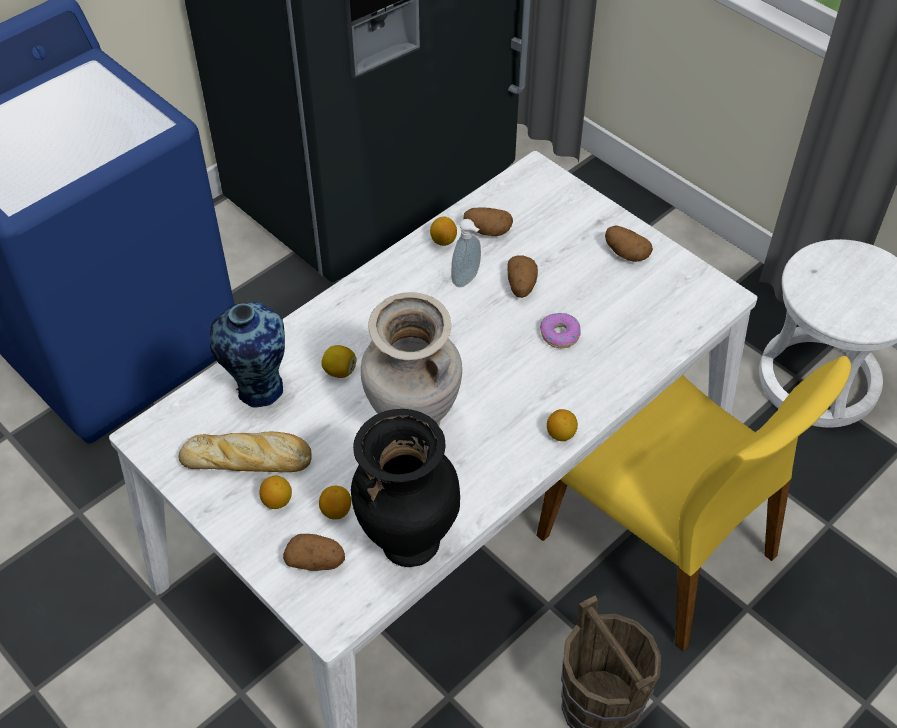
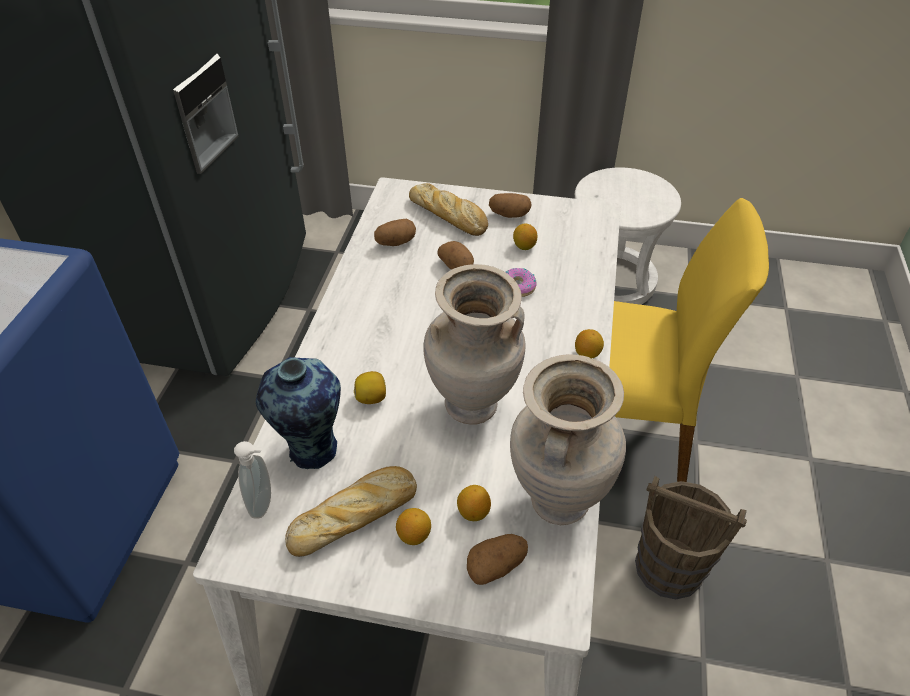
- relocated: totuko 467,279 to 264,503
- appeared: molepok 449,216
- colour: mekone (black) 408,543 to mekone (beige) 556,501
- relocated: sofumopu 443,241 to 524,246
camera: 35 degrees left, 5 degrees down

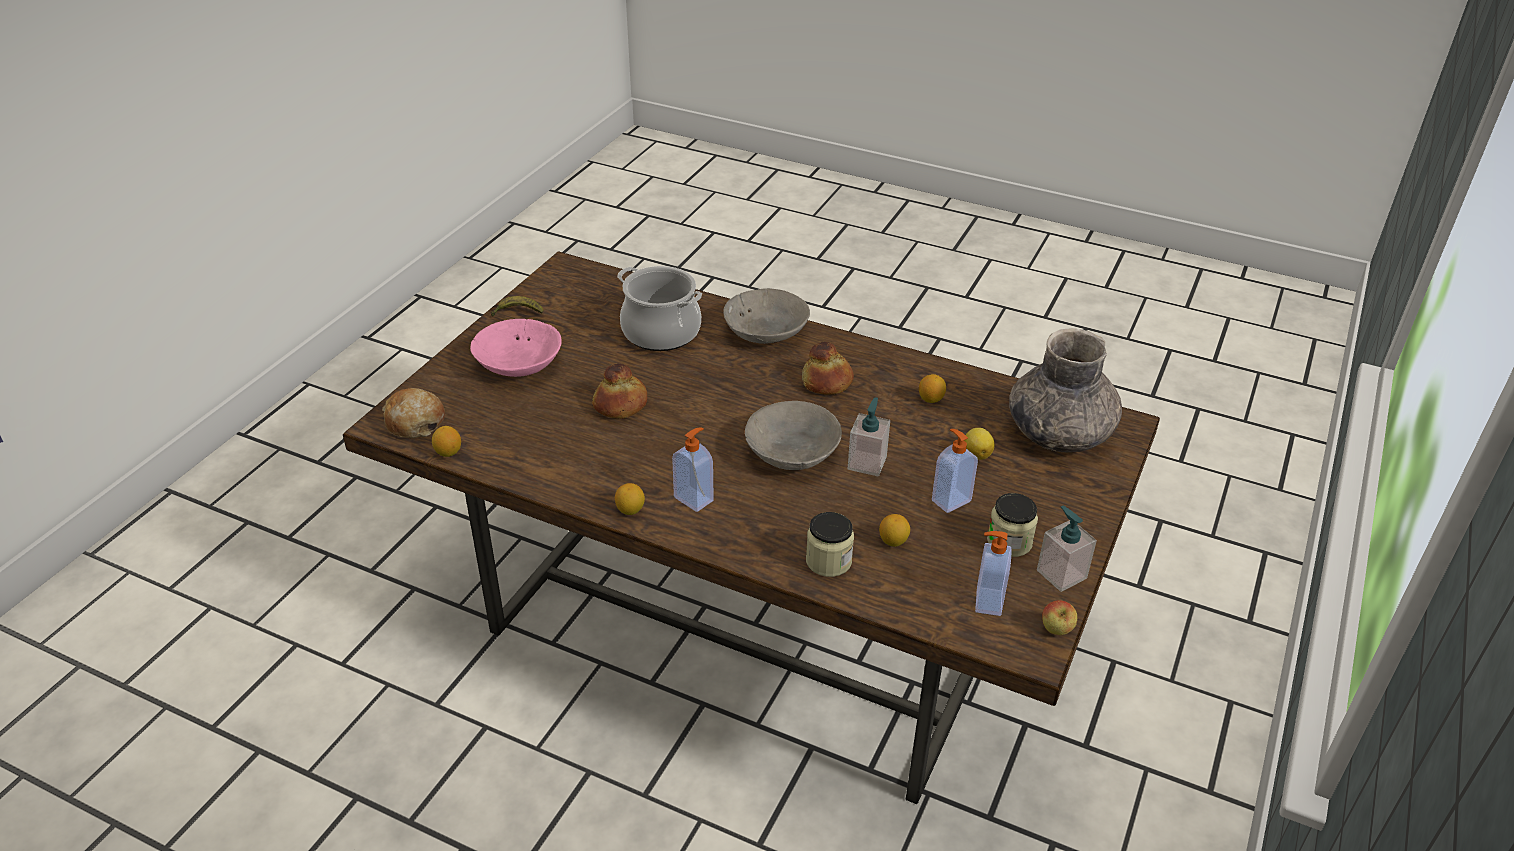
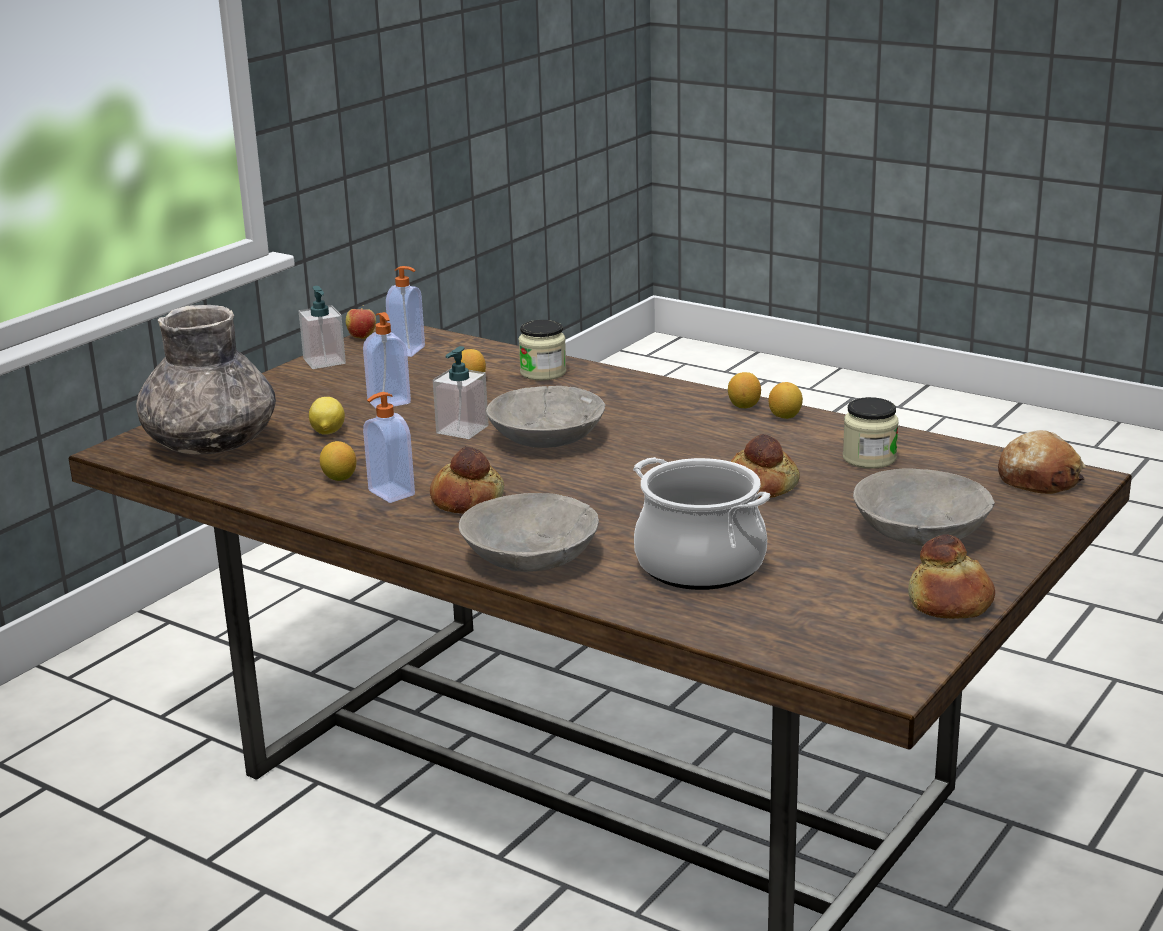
- relocated: totuko 694,498 to 390,493
- relocated: sofumopu 448,452 to 785,416
- relocated: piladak 1009,542 to 869,458
- colour: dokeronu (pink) 520,365 to dokeronu (grey) 918,533
- exchanged: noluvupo 517,312 to molepok 951,602
camera: 170 degrees left, 15 degrees down

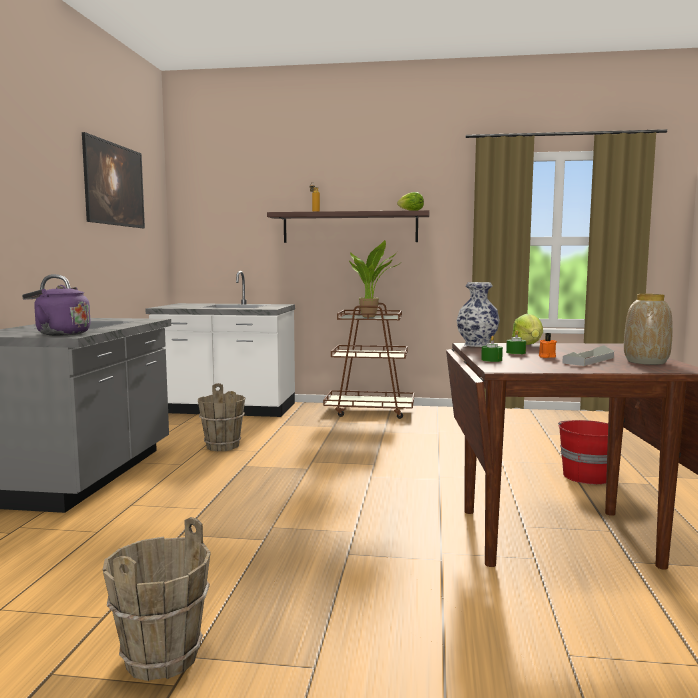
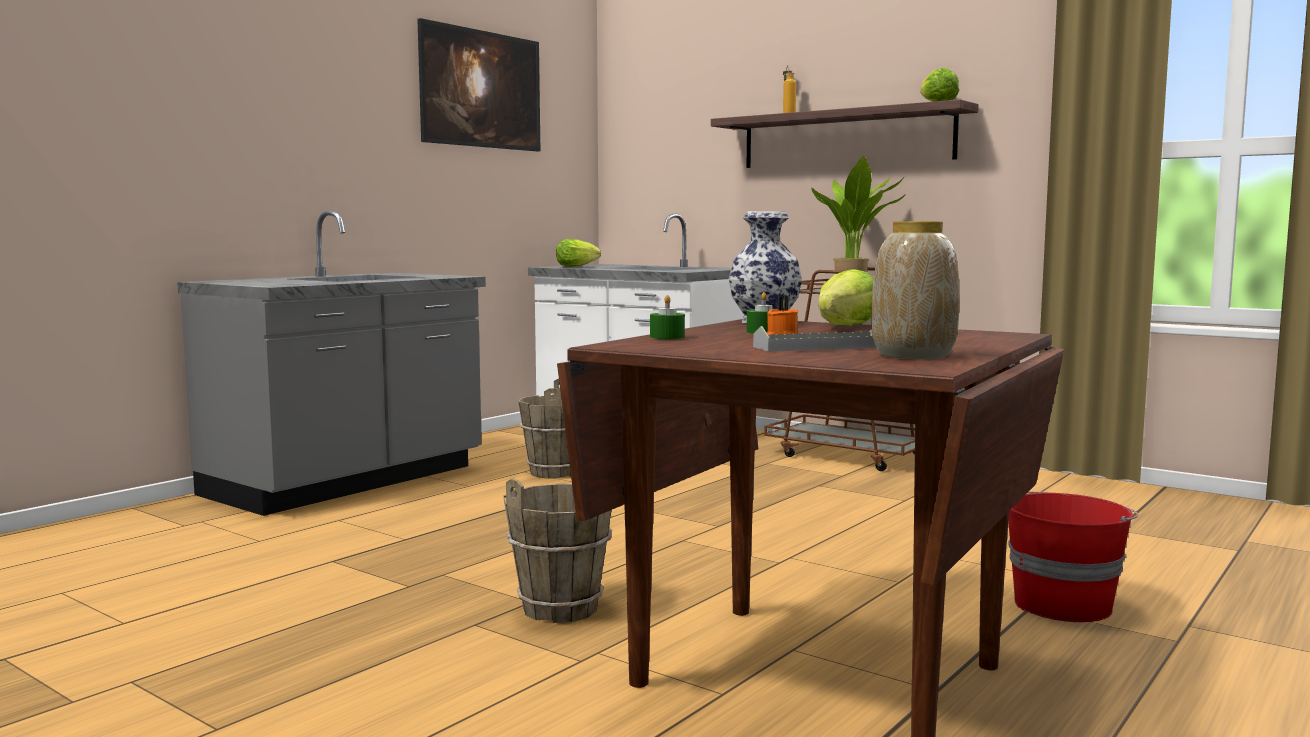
- relocated: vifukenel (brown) 161,658 to 559,608
- appeared: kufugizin 575,266
- missing: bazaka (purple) 60,334
camera: 30 degrees right, 0 degrees up

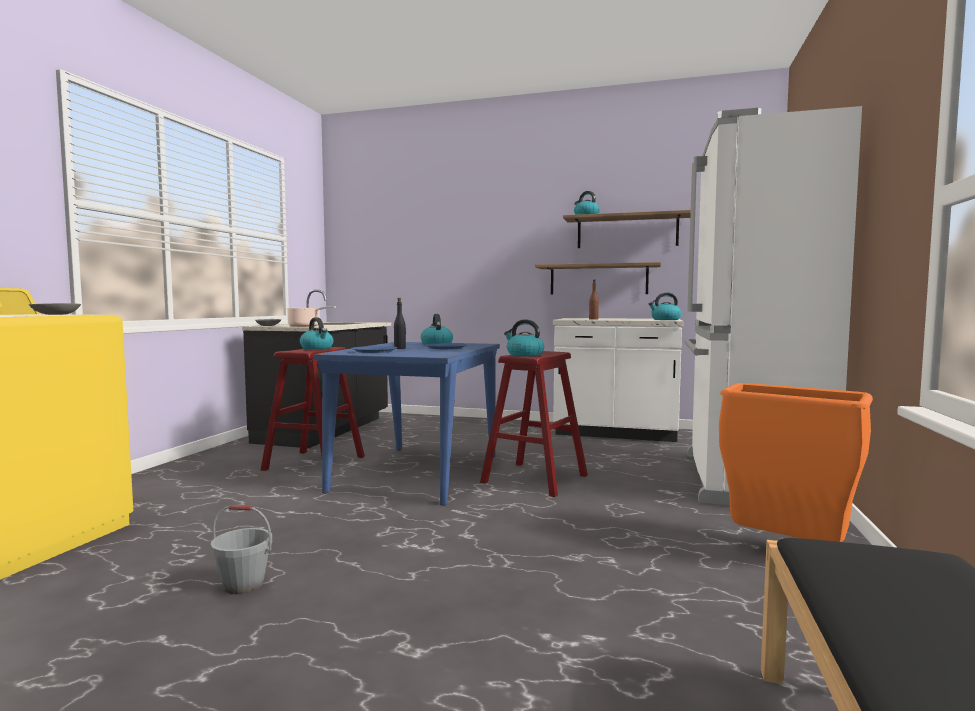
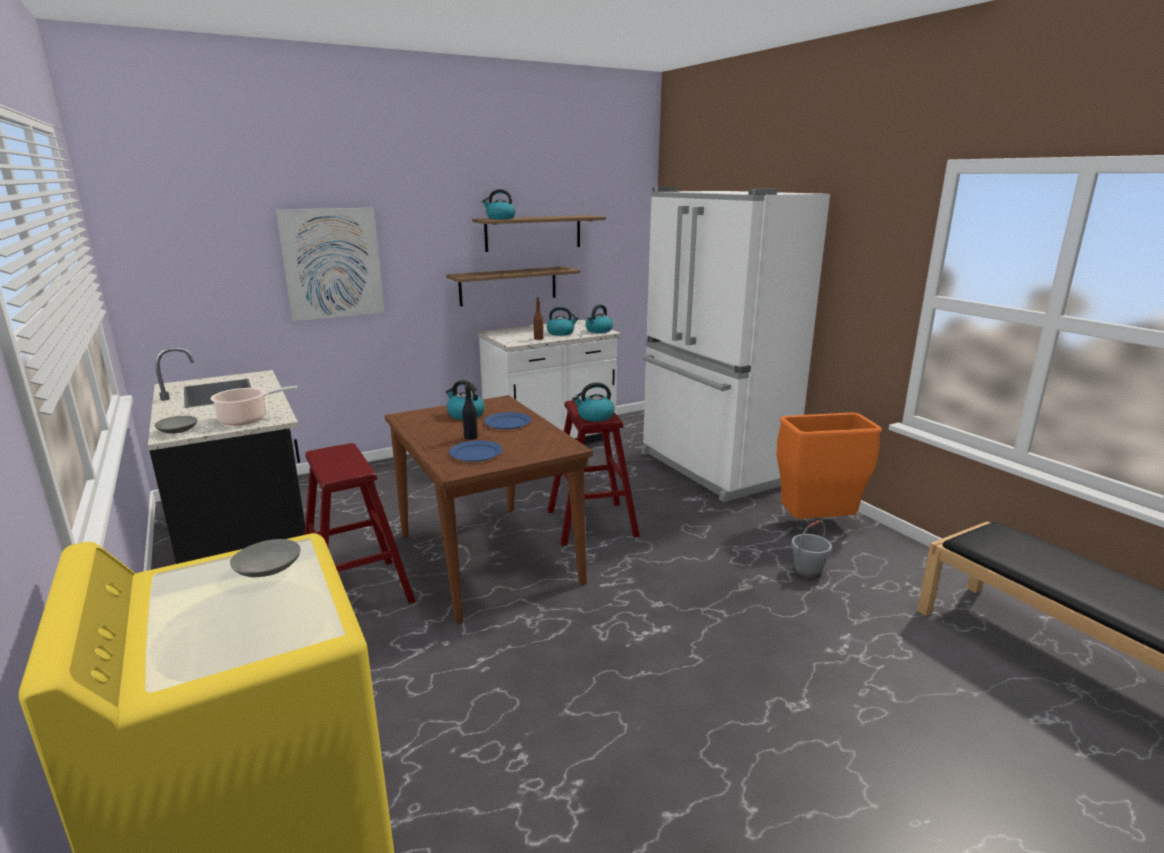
- appeared: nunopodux 332,263
- colour: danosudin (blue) 418,472 to danosudin (brown) 487,557
- relocated: bazaka 317,348 to 561,333
- relocated: vifukenel (grey) 243,585 to 808,571
camera: 45 degrees left, 15 degrees up

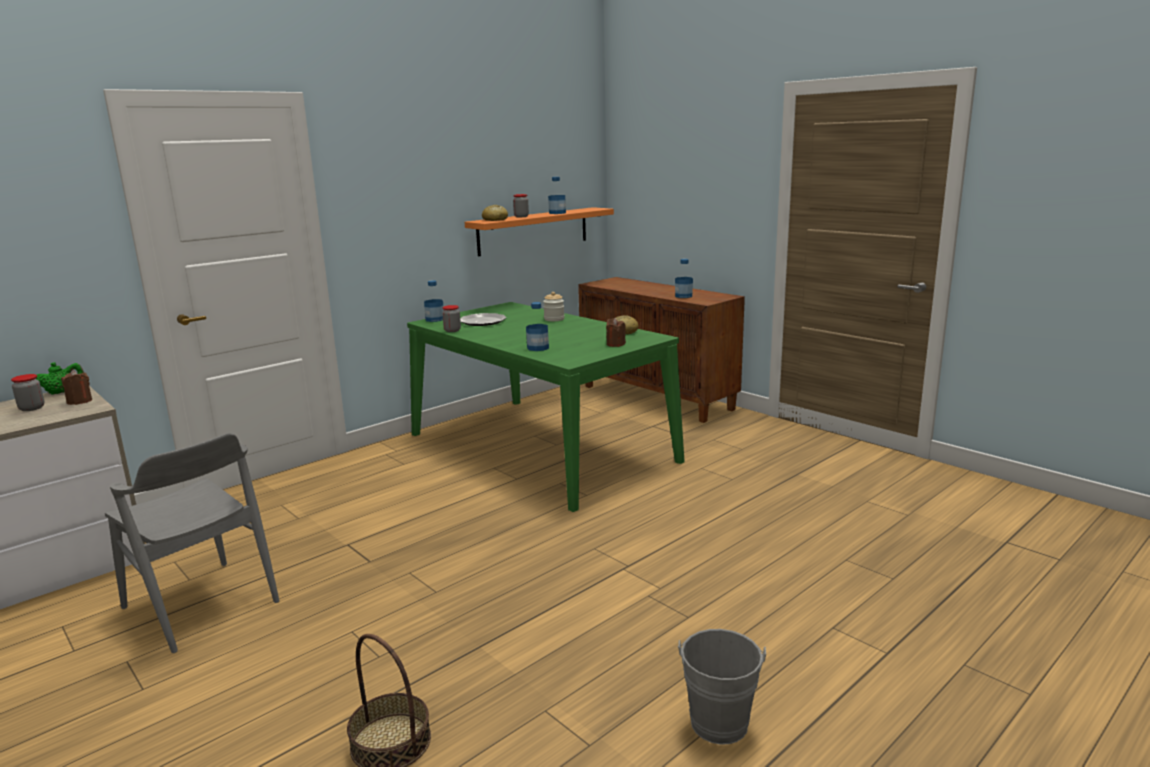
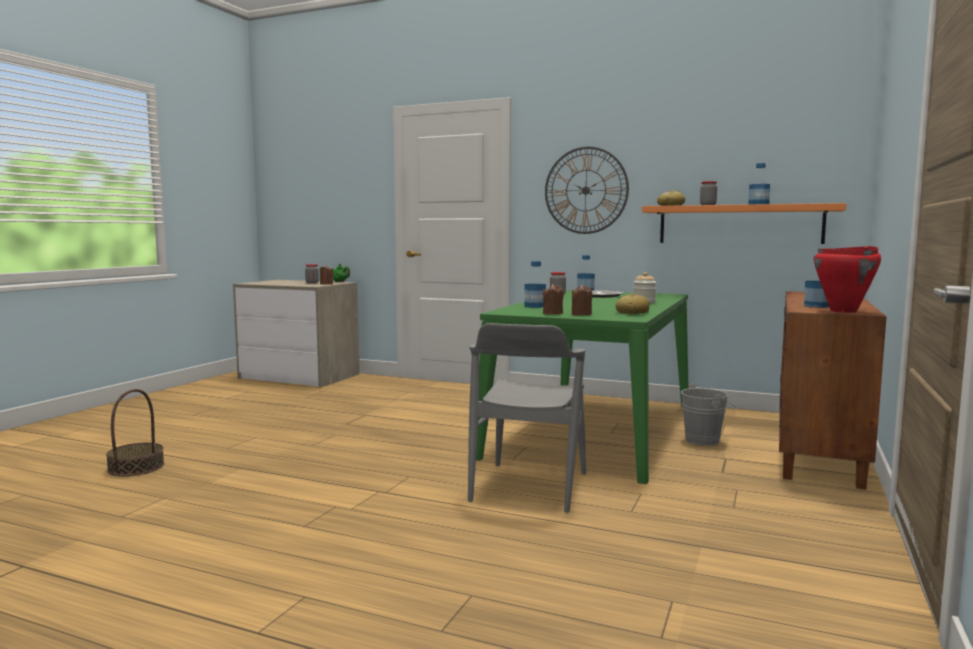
- relocated: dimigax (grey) 201,605 to 528,487
- appeared: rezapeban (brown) 552,313
- appeared: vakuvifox 586,190
- relocated: vifukenel (grey) 719,718 to 705,440
- appeared: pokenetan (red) 844,311
camera: 65 degrees right, 10 degrees down

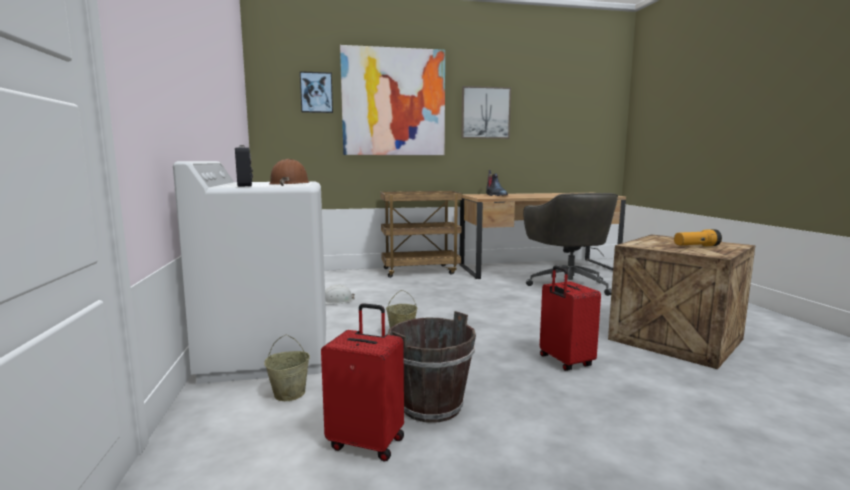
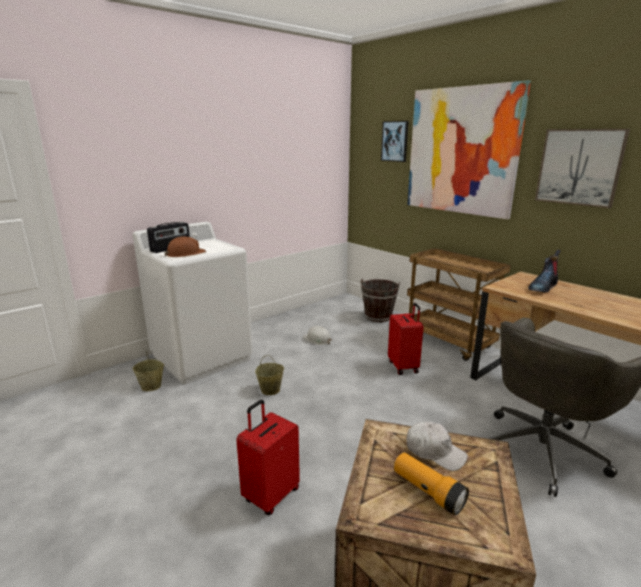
- relocated: vifukenel (brown) 431,406 to 378,316
- relocated: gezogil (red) 367,442 to 404,366
- appeared: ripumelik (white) 434,452
camera: 60 degrees right, 10 degrees up

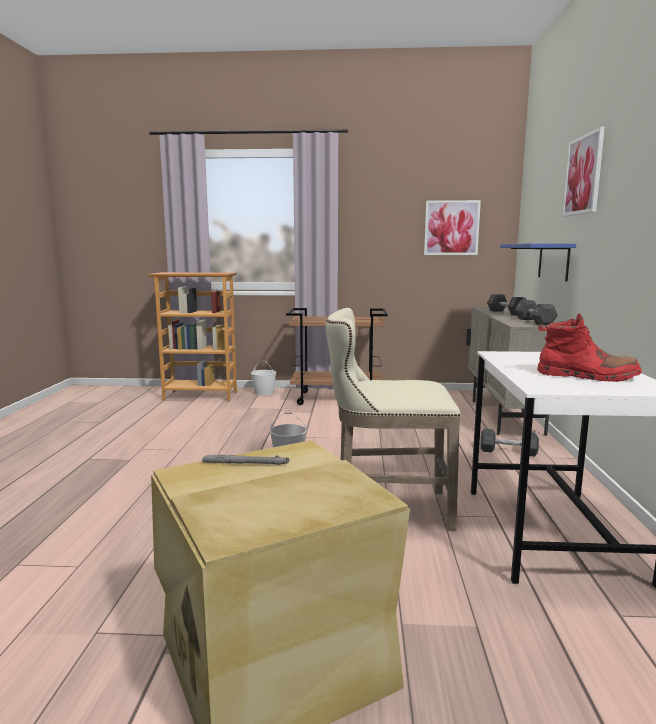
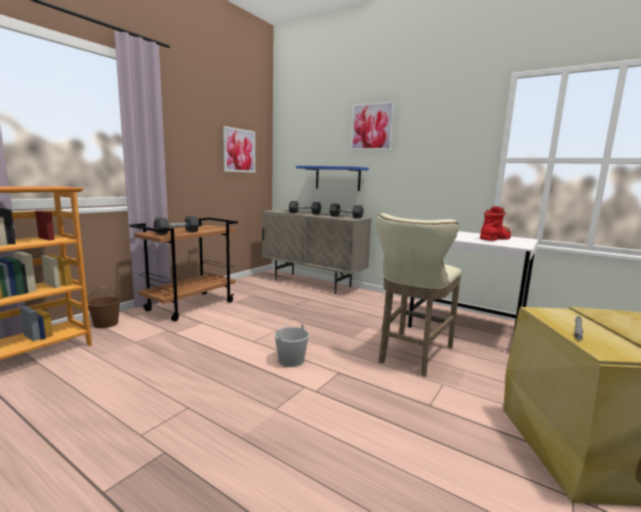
- colour: vifukenel (white) 264,392 to vifukenel (brown) 106,323
- relocated: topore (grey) 508,451 to 177,232
camera: 60 degrees left, 0 degrees up

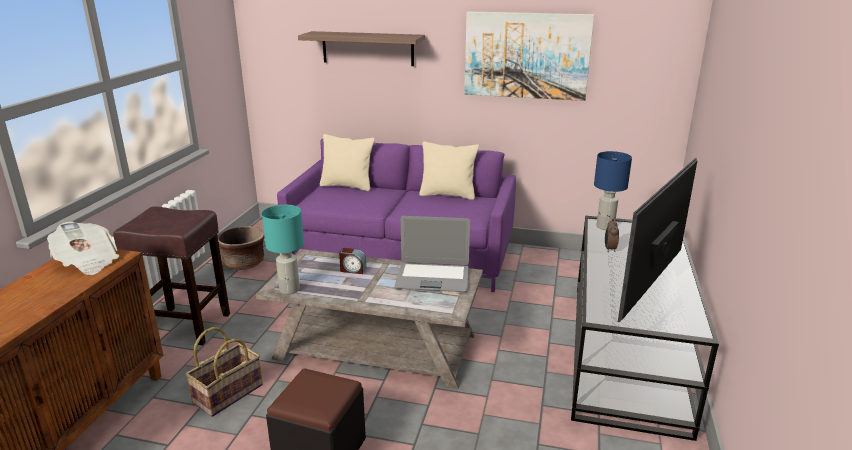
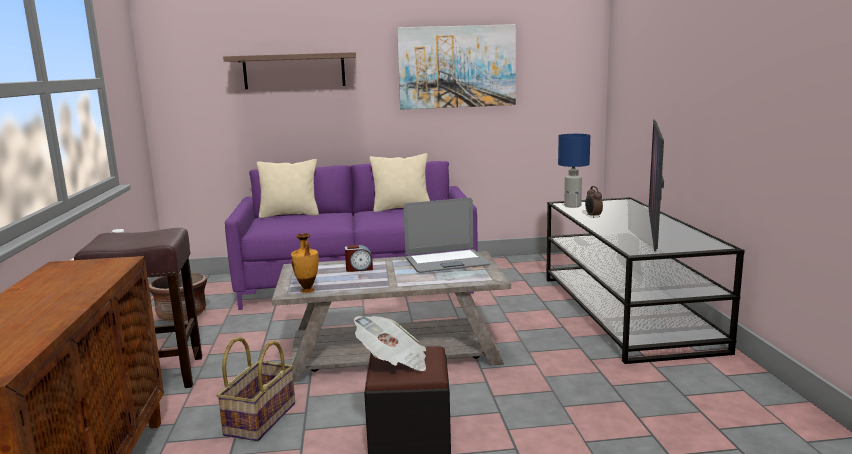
- exchanged: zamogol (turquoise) 290,290 to mekone 307,291
- relocated: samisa 87,262 to 393,361
camera: 20 degrees left, 10 degrees down

